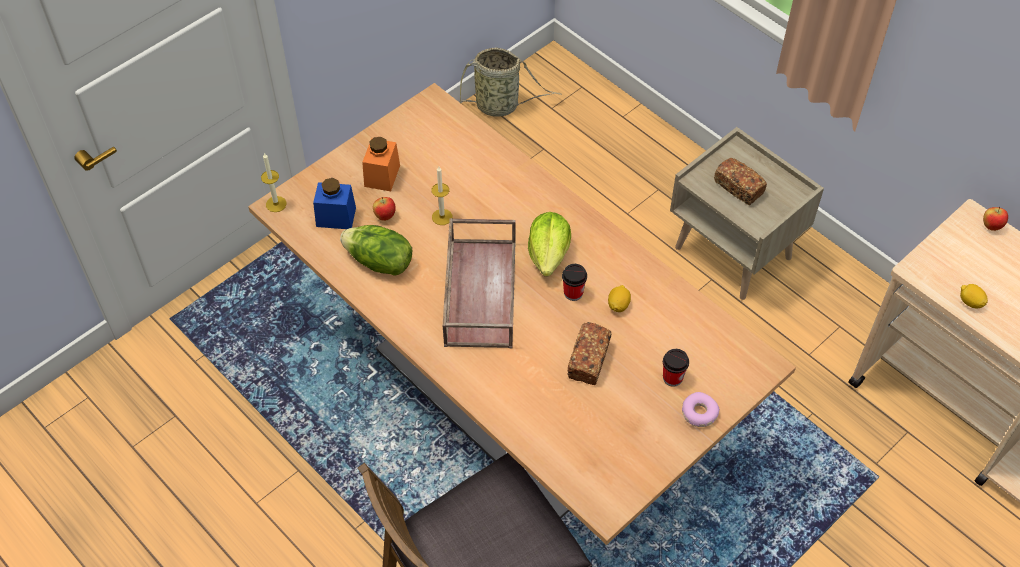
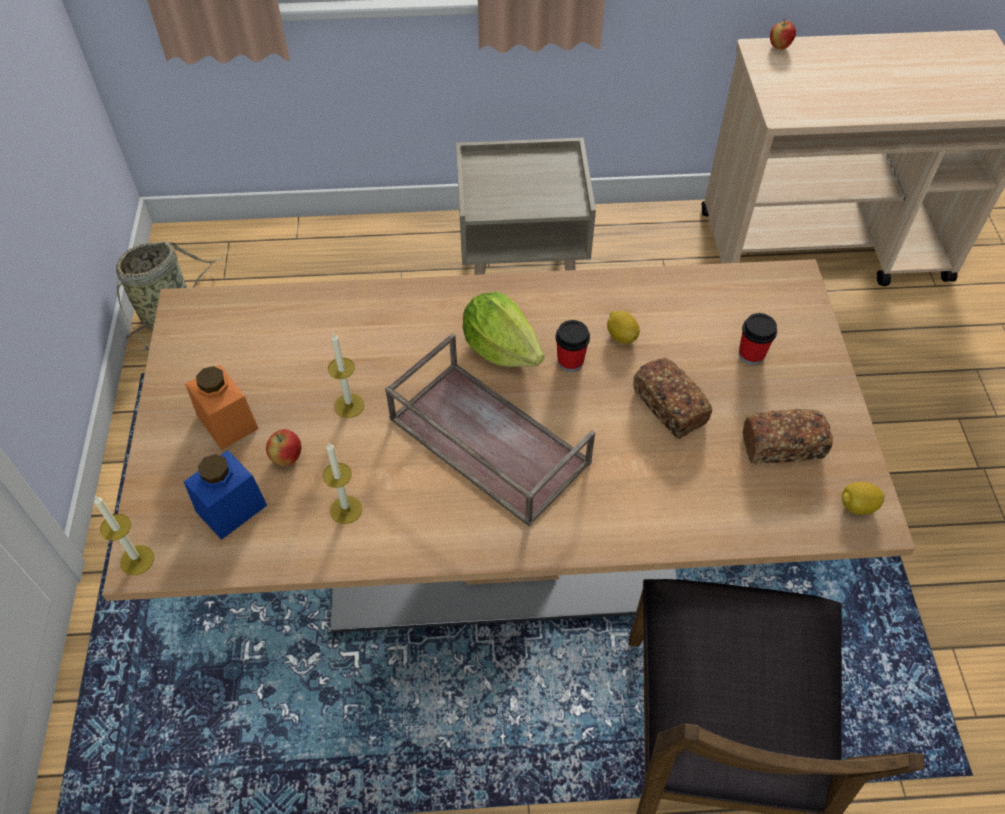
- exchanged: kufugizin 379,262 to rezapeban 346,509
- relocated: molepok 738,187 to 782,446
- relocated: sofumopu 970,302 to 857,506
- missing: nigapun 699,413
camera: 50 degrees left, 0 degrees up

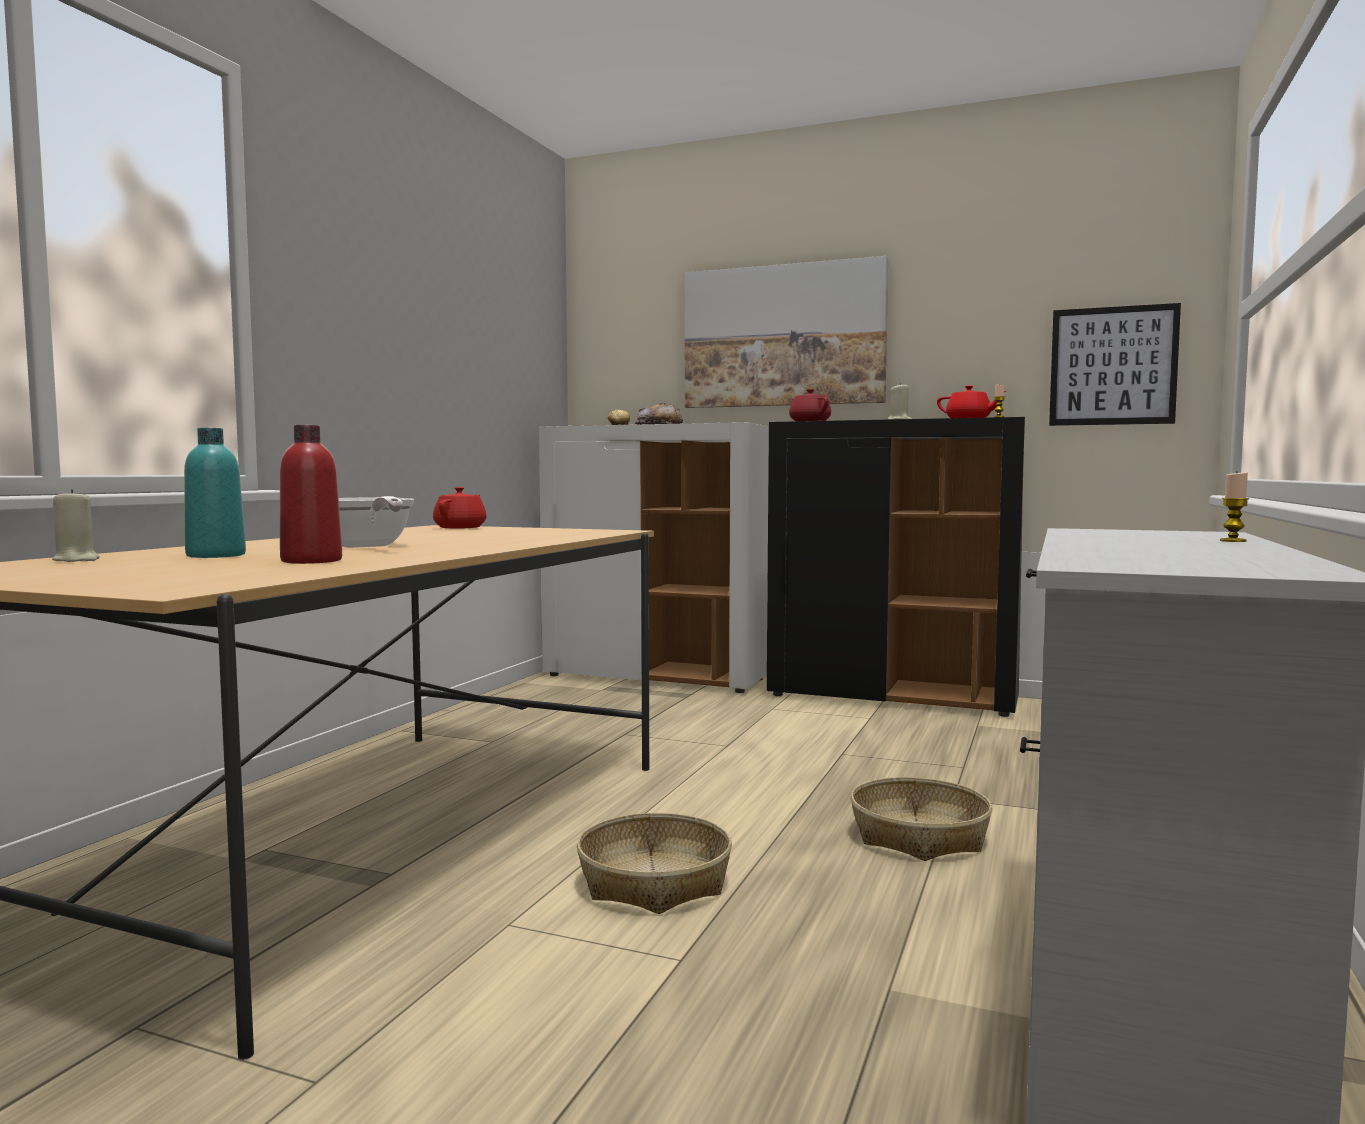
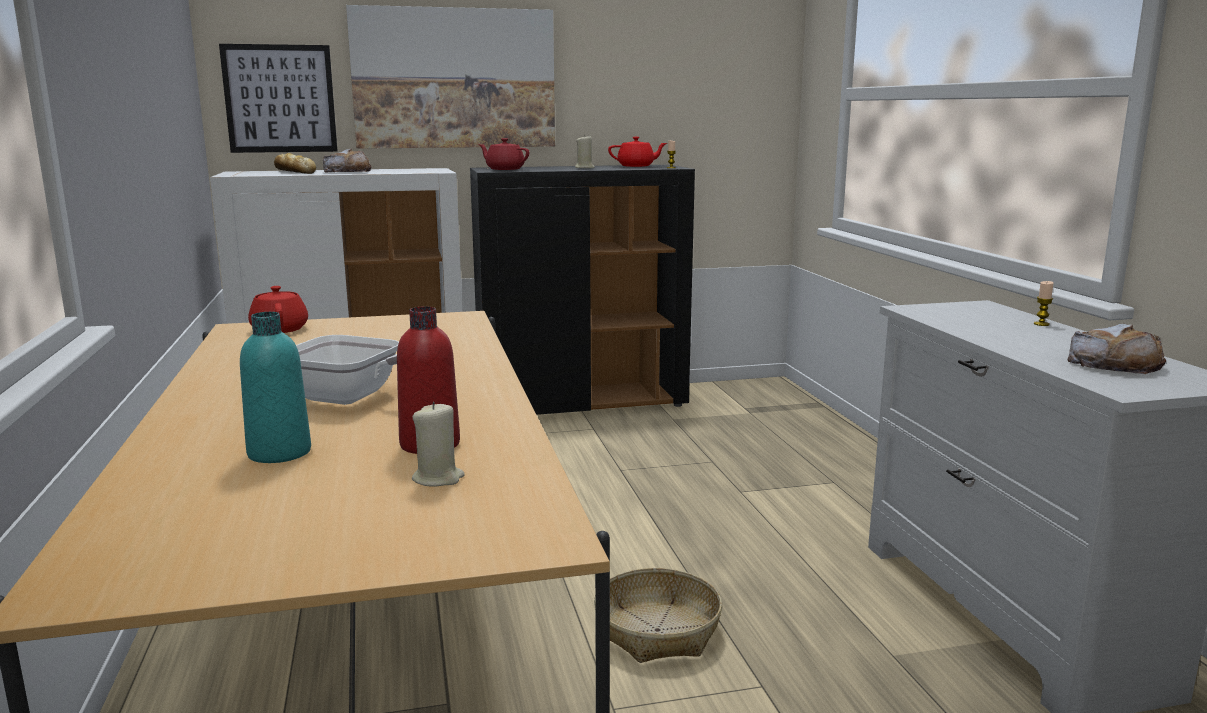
- relocated: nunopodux 1113,366 to 280,99
- relocated: rezapeban (beige) 76,560 to 438,478
- appeared: molepok 1114,364
- missing: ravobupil 920,836
camera: 35 degrees left, 10 degrees up

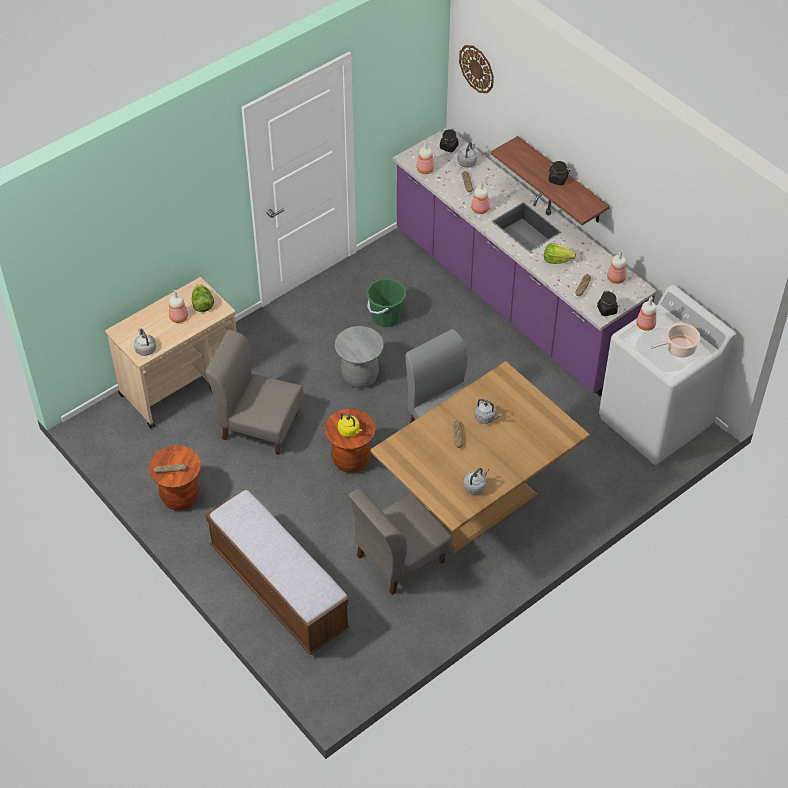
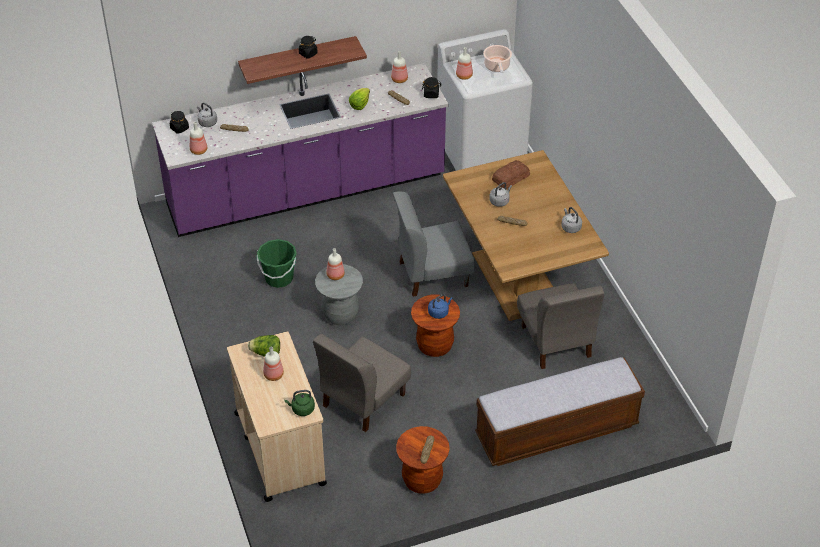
- colour: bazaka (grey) 145,348 to bazaka (green) 301,409
- relocated: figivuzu 480,209 to 335,275
- colour: bazaka (yellow) 349,431 to bazaka (blue) 439,312
- appeared: molepok 510,178
- missing: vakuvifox 477,68
camera: 70 degrees left, 5 degrees down

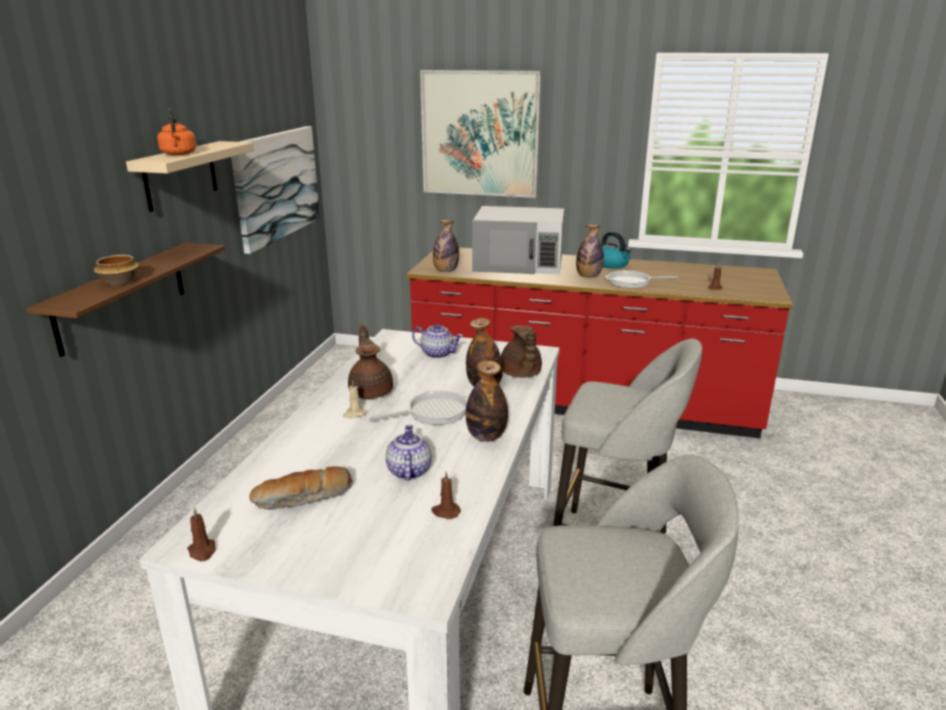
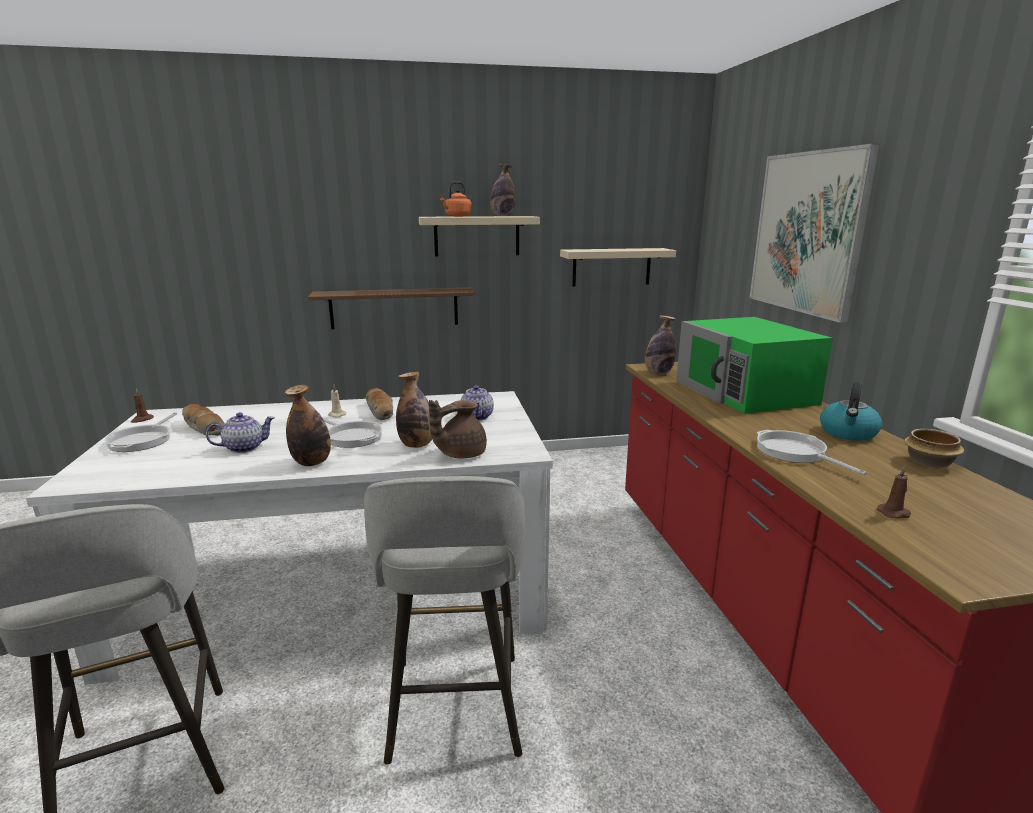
- appeared: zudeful 143,440
- exchanged: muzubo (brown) 371,391 to molepok 381,411
- relocated: figivuzu 588,276 to 502,216
- exchanged: nunopodux 277,185 to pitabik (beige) 611,267
- colour: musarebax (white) 519,263 to musarebax (green) 745,392
- relocated: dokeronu 120,282 to 930,463
- missing: rezapeban (brown) 445,512
camera: 65 degrees right, 5 degrees down

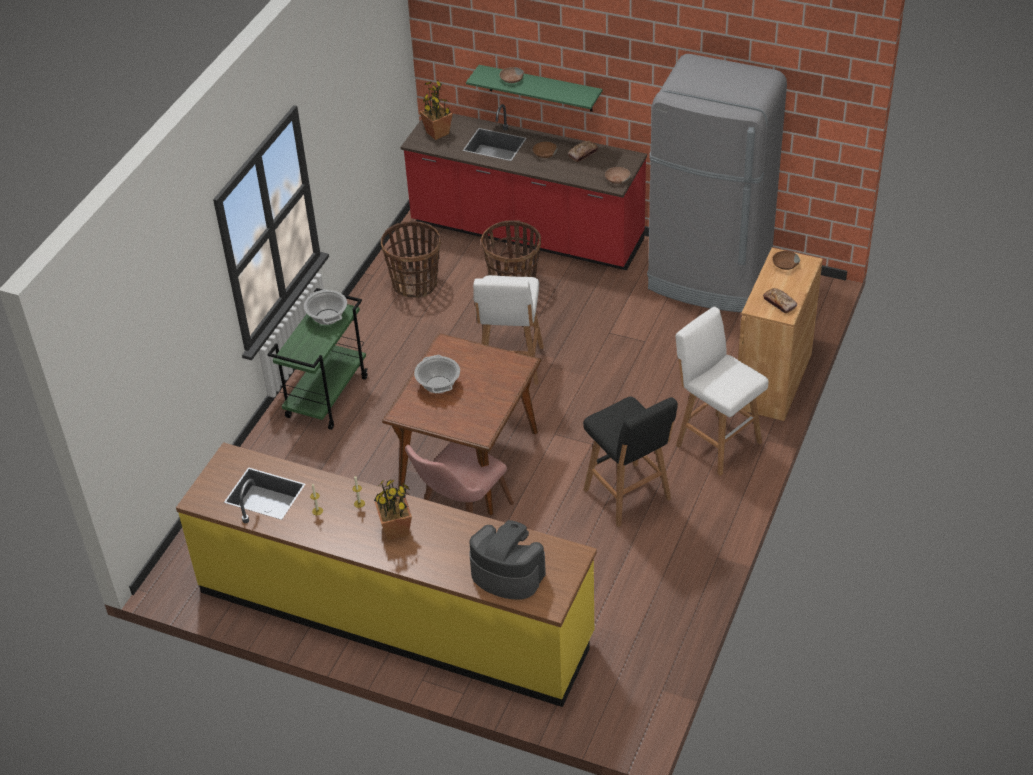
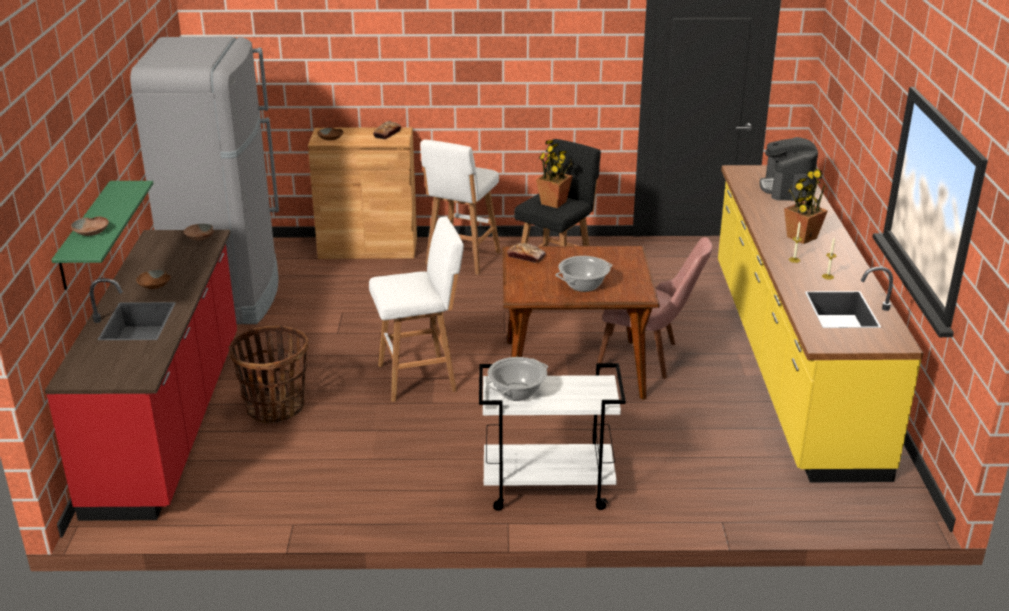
- colour: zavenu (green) 327,396 to zavenu (white) 546,489
- relocated: molepok 583,154 to 526,257
- relocated: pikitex 437,133 to 554,202
- missing: ravobupil 415,284
camera: 115 degrees left, 15 degrees down

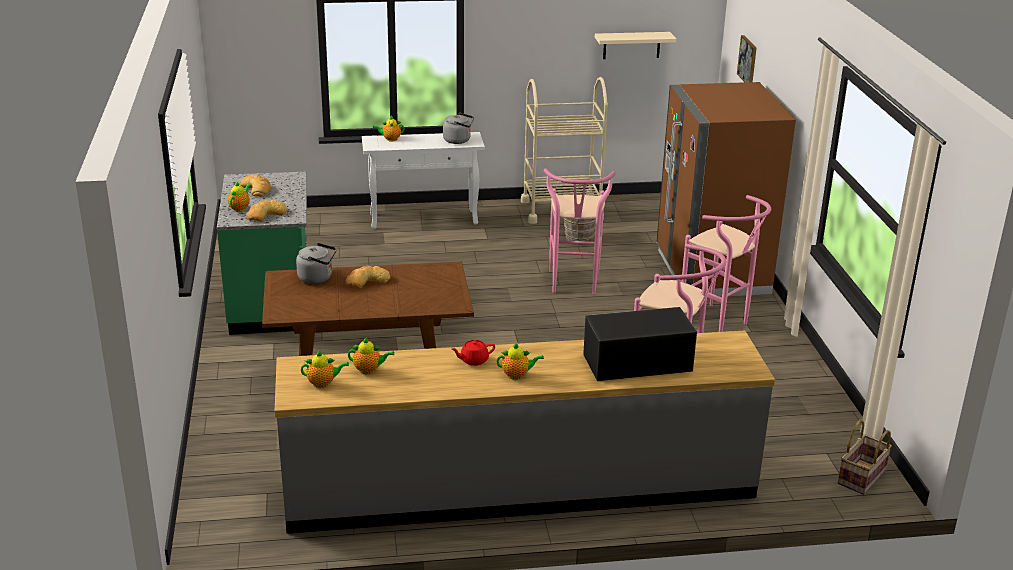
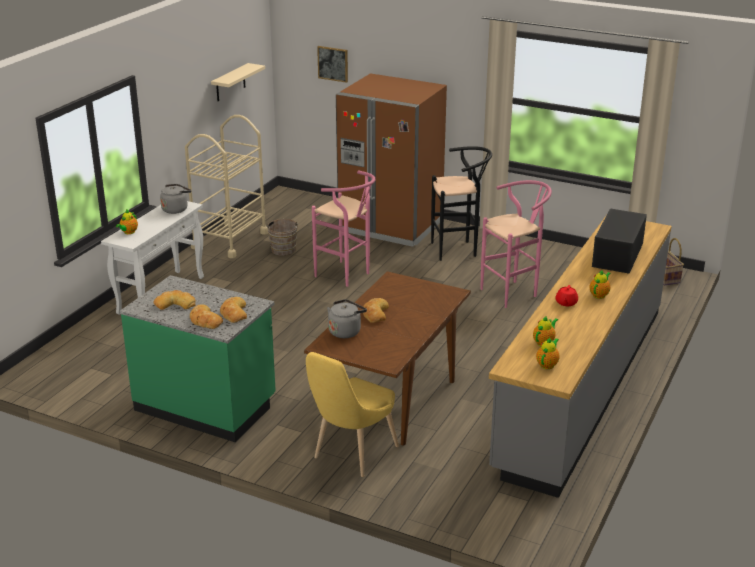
- exchanged: muzubo 240,208 to molepok 205,320
- appeared: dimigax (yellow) 352,455
- colour: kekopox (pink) 719,324 to kekopox (black) 458,250
camera: 55 degrees left, 0 degrees up

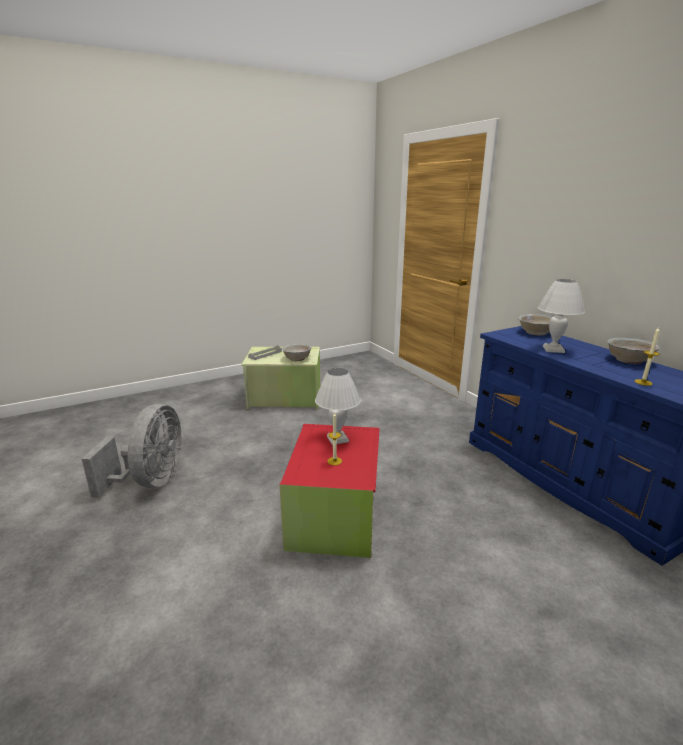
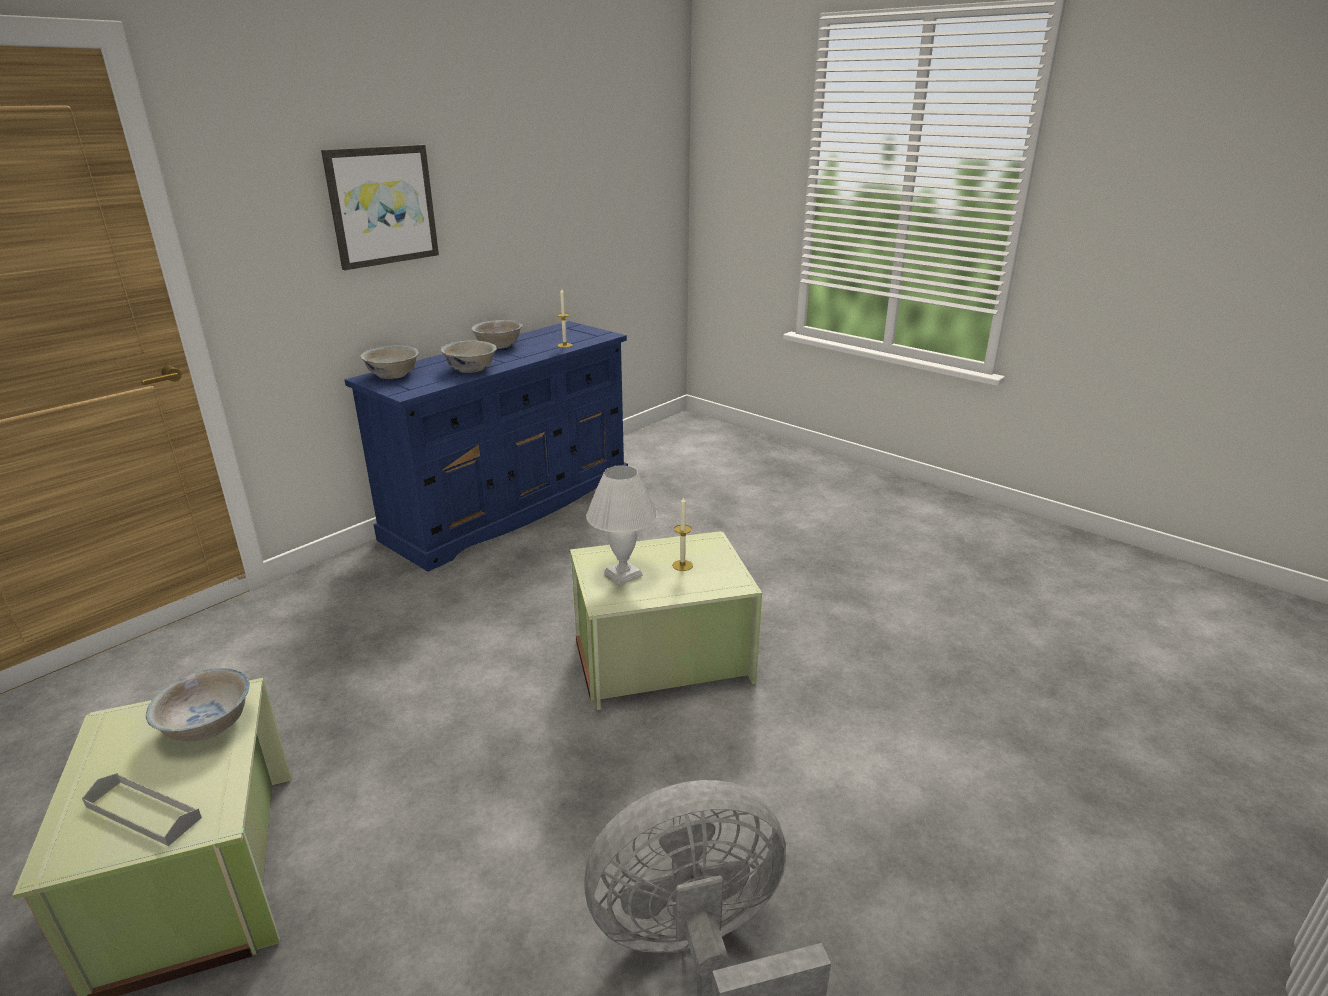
- appeared: nunopodux 382,206
- exchanged: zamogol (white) 554,349 to dokeronu (white) 470,368
- colour: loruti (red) 336,514 to loruti (green) 661,658
camera: 110 degrees left, 5 degrees up

